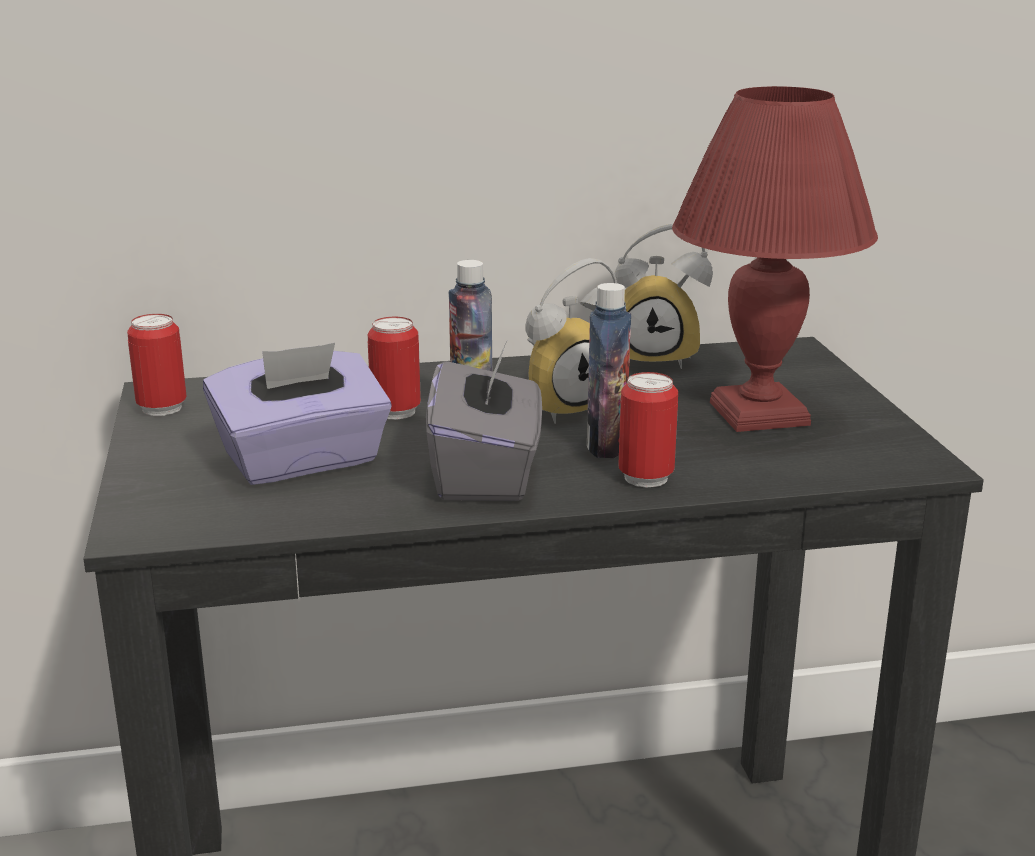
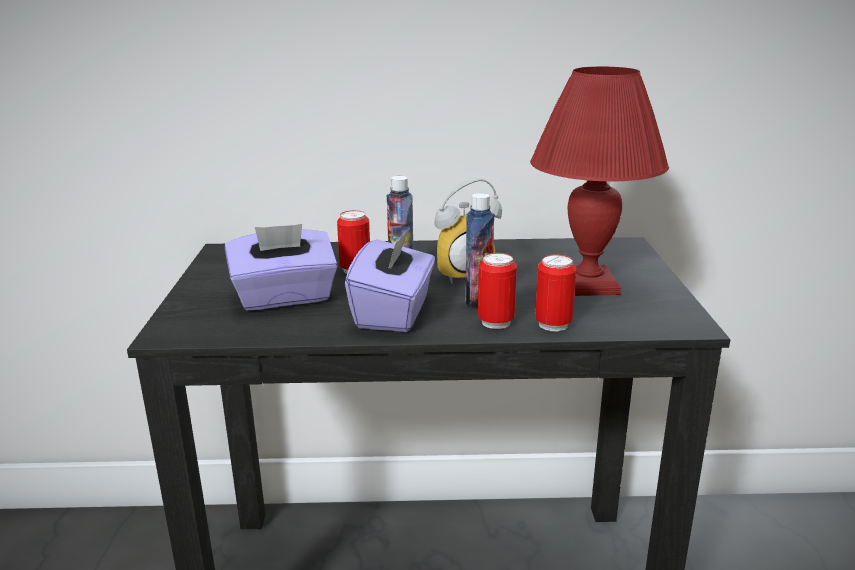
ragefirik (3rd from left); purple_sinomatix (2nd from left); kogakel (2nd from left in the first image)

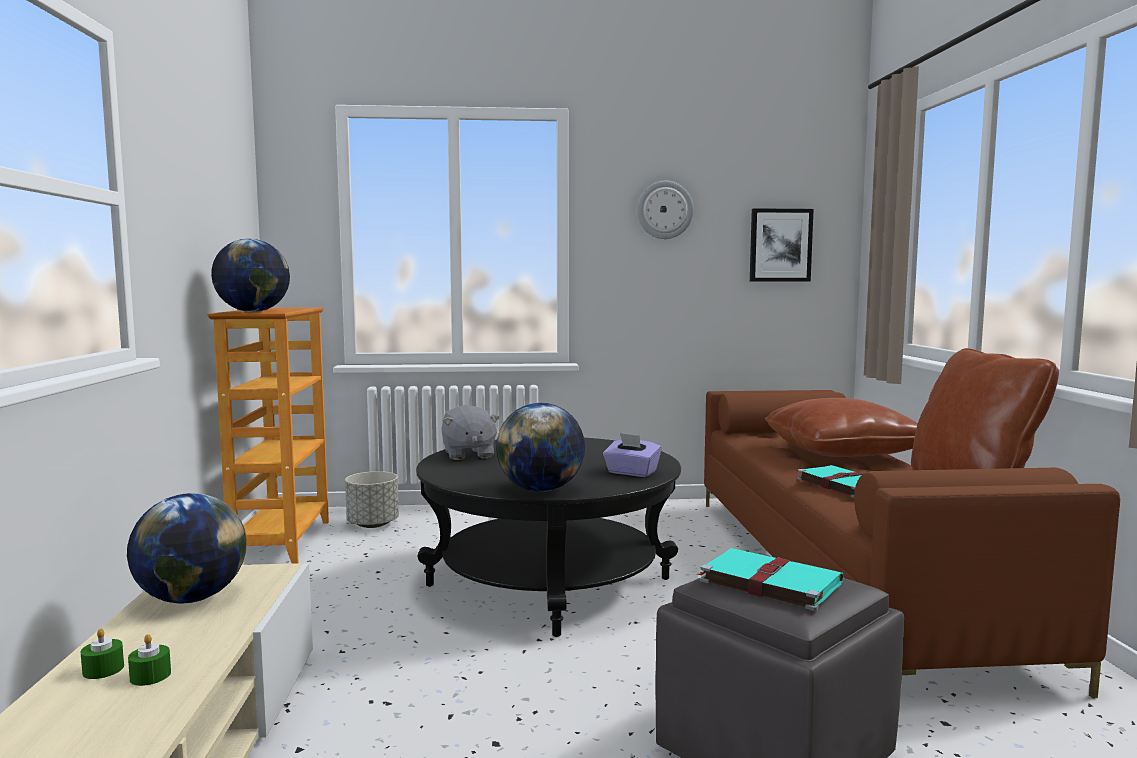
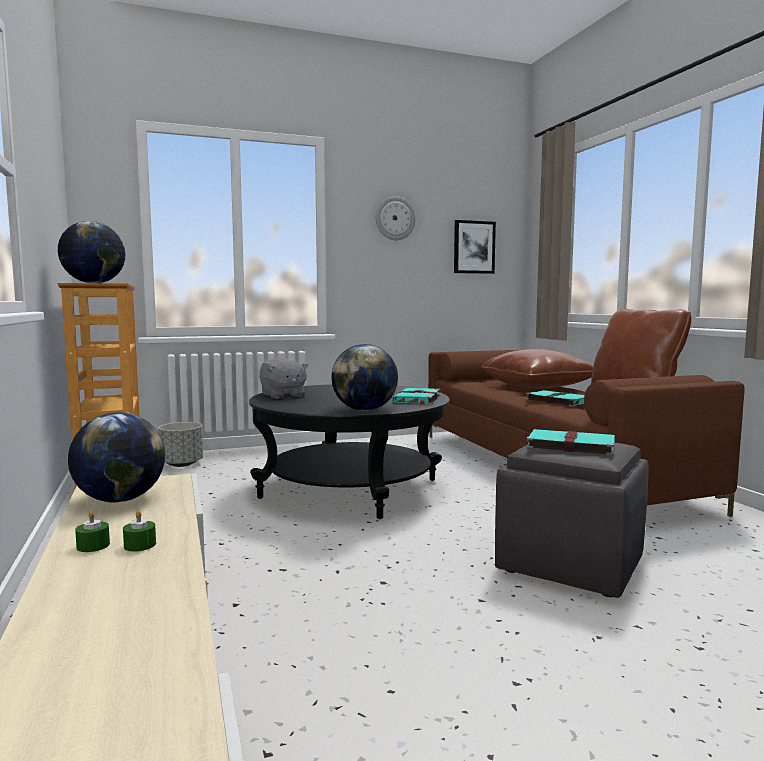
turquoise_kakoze (1st from left)

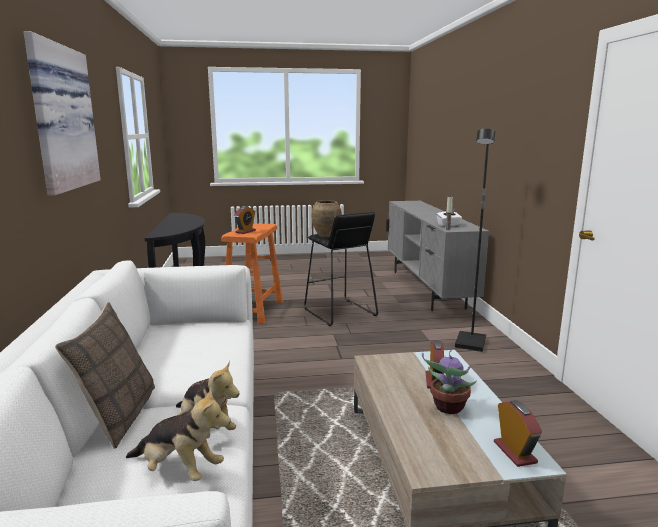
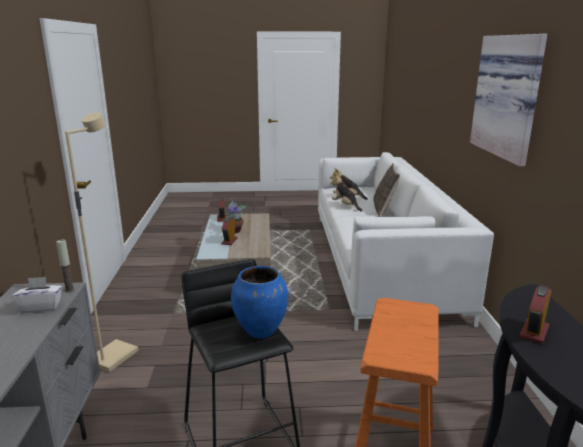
kogakel (3rd from left); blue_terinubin; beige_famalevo

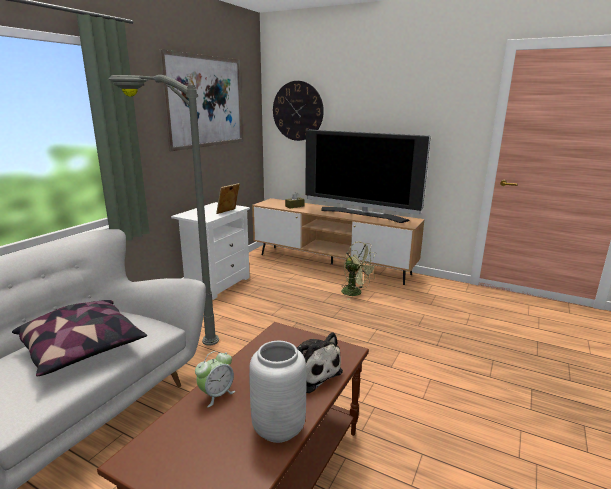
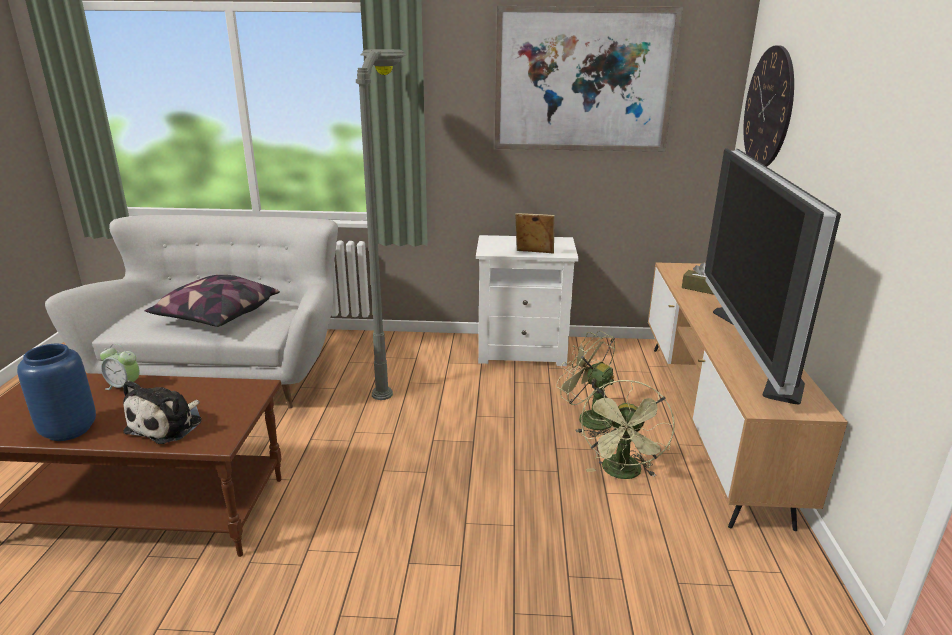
blue_terinubin; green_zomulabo (1st from left)

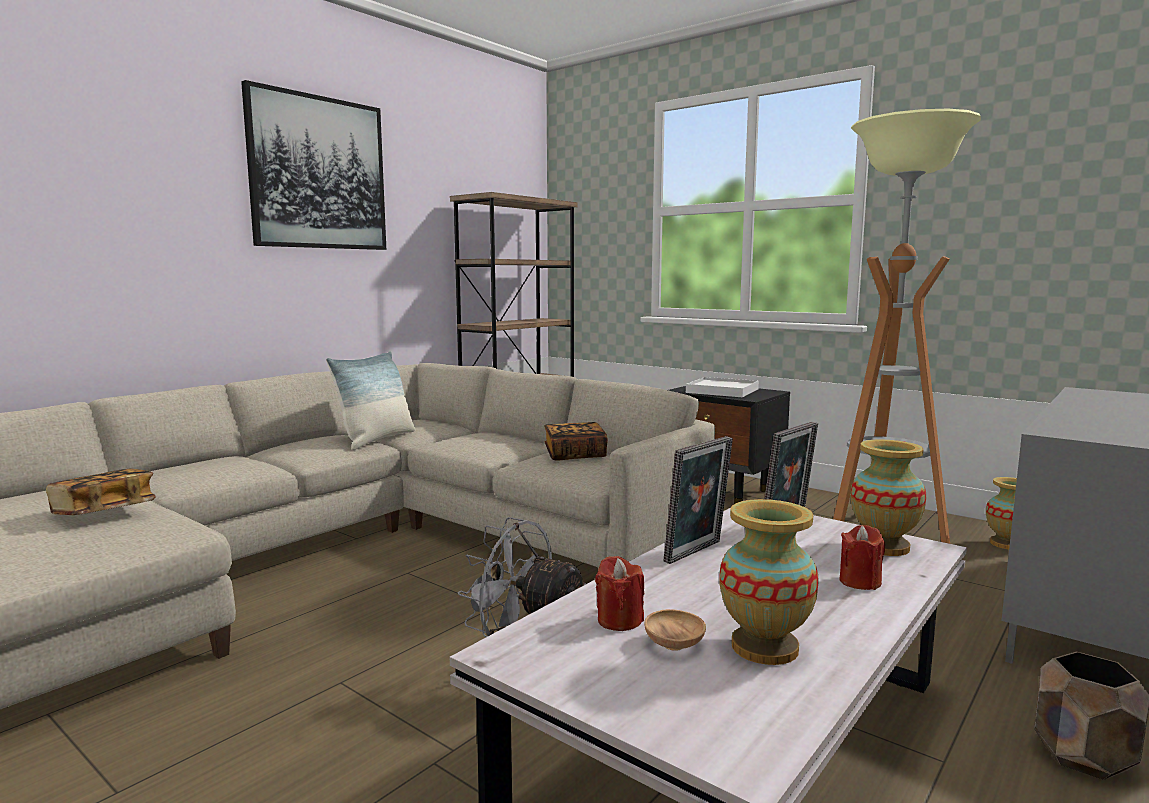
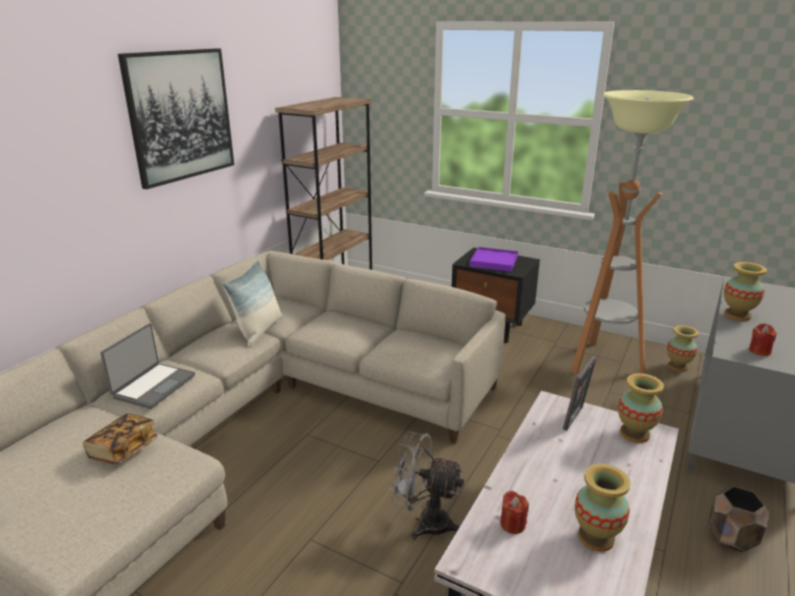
kakoze (2nd from left in the first image); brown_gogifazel; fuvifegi (1st from left in the first image); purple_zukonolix; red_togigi (2nd from left); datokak; terinubin (4th from left)

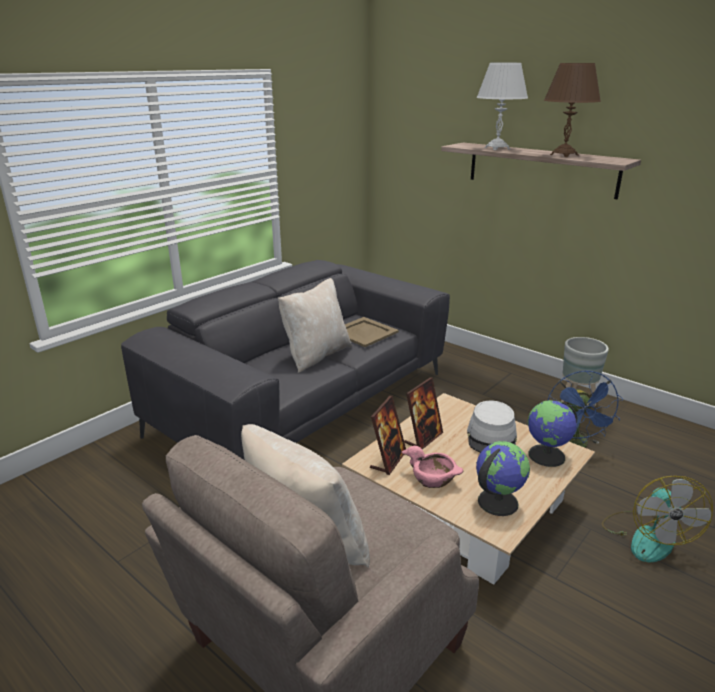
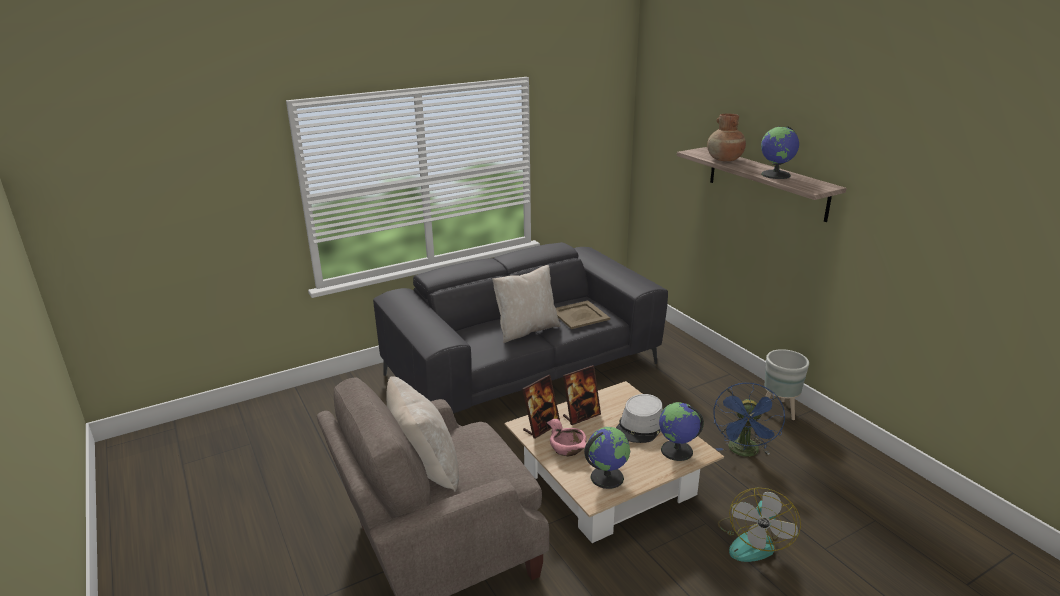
brown_terinubin; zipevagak (3rd from left)

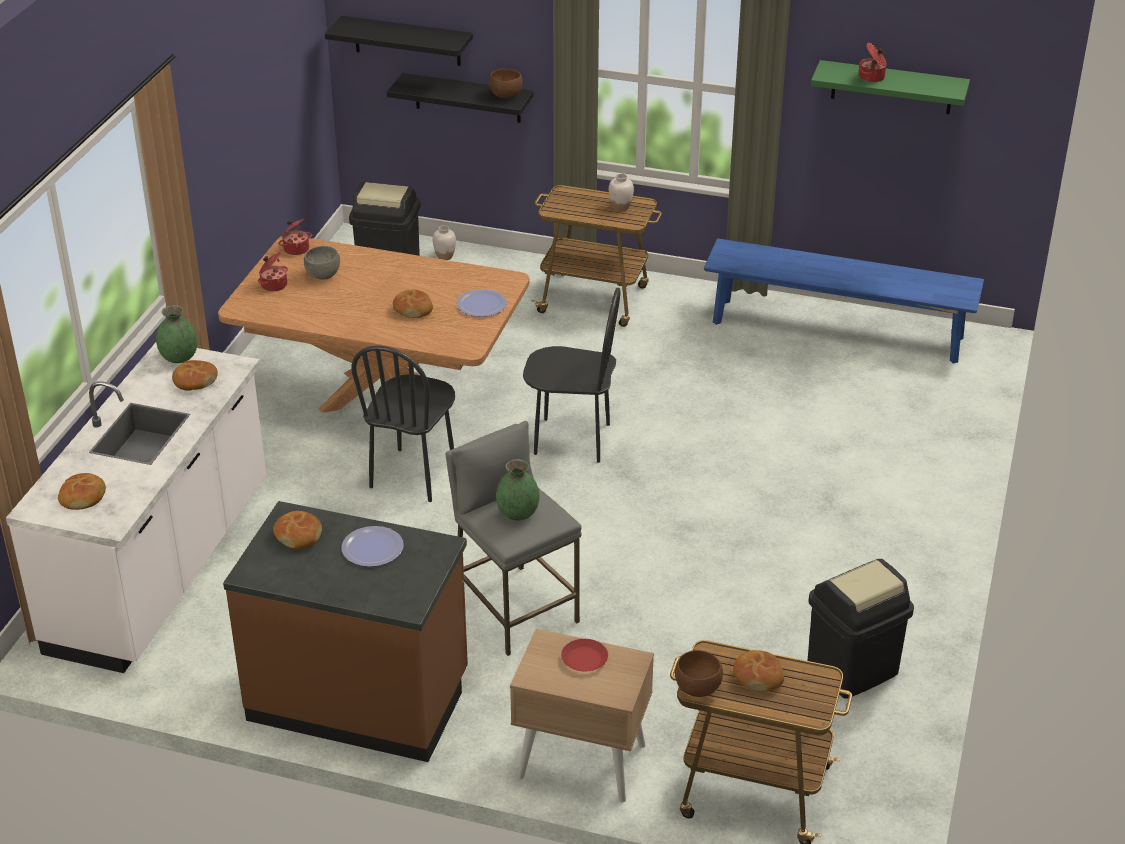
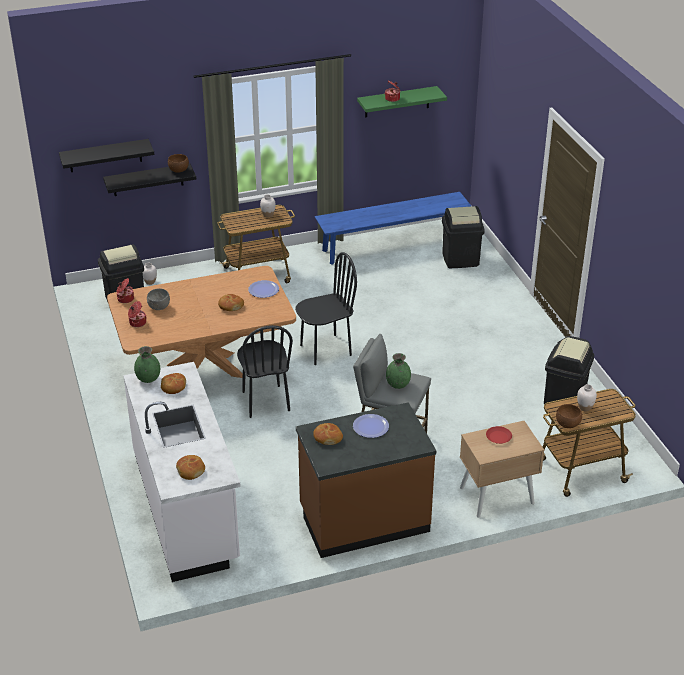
white_terinubin (3rd from left); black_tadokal (2nd from left)

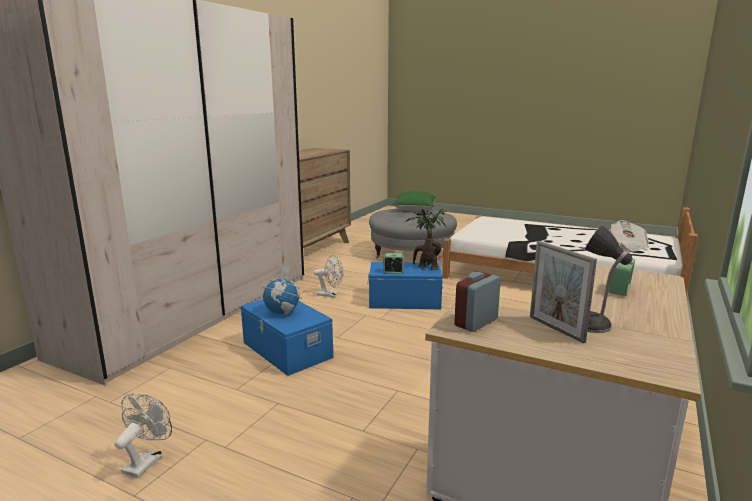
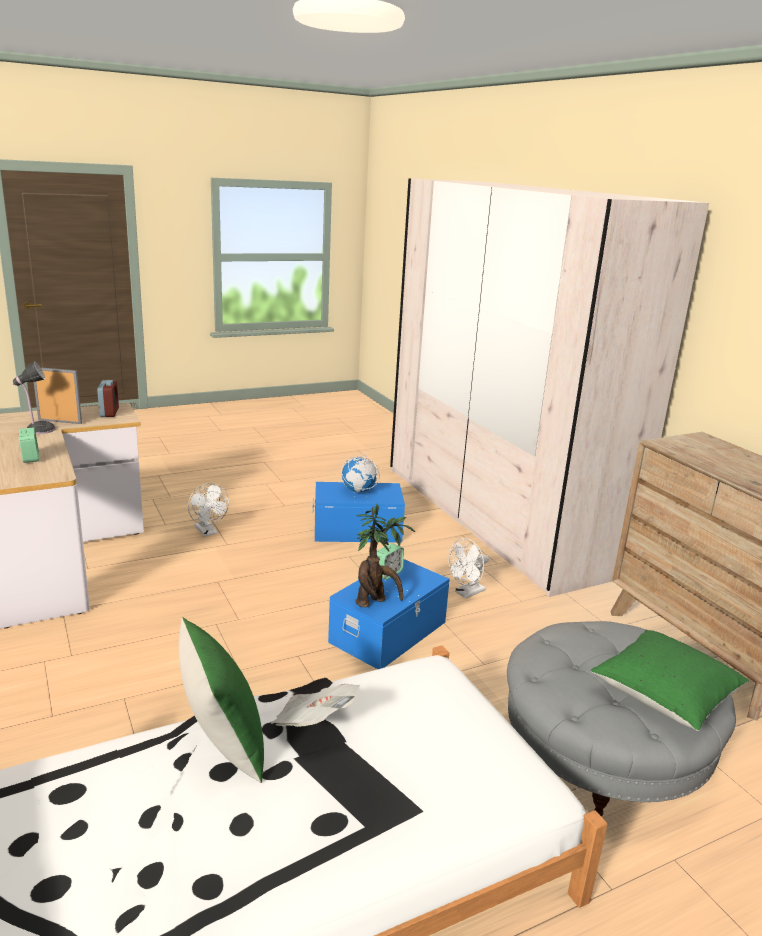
white_zomulabo (1st from left); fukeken; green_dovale (1st from left)

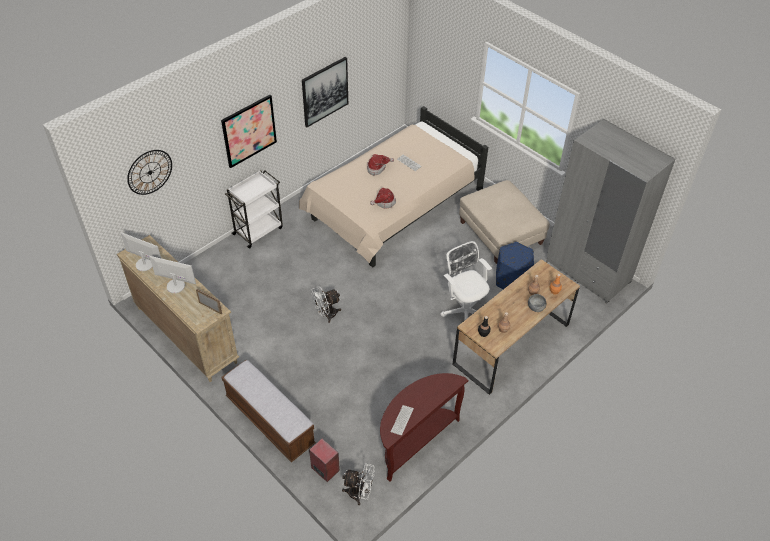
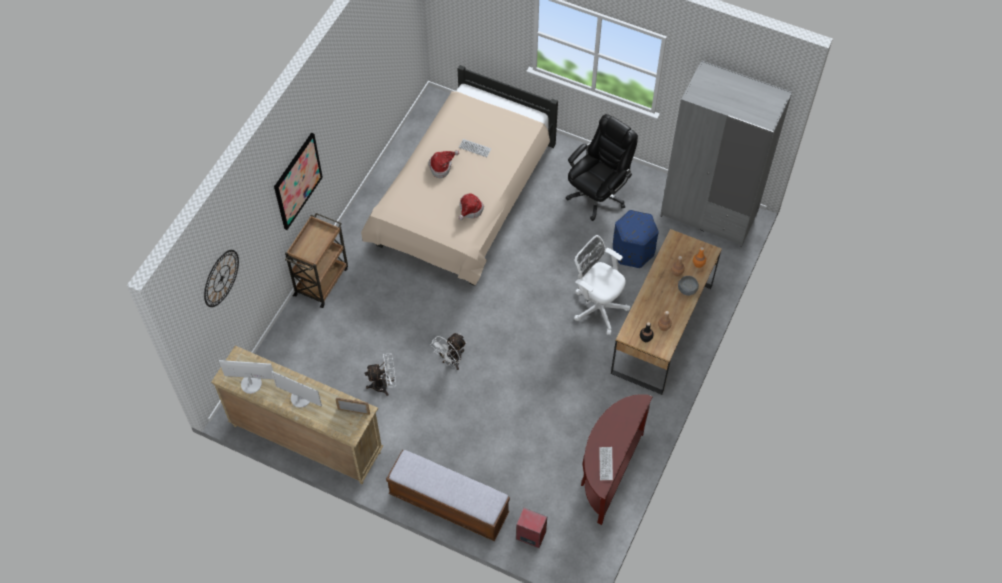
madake (2nd from left); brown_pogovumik; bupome (2nd from left in the first image); white_zomulabo (1st from left); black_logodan

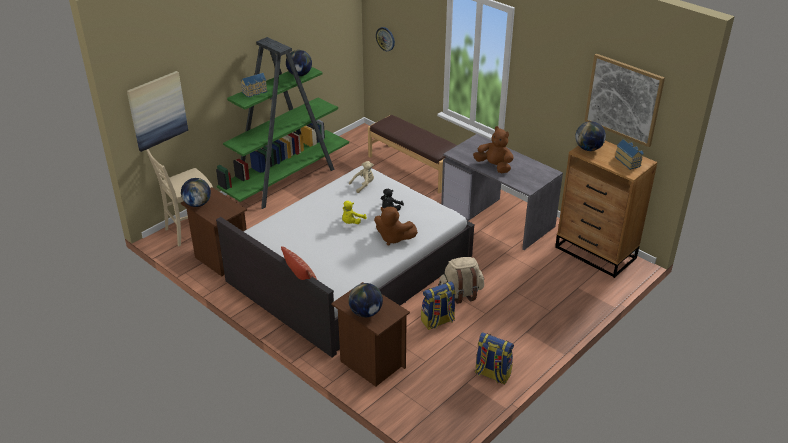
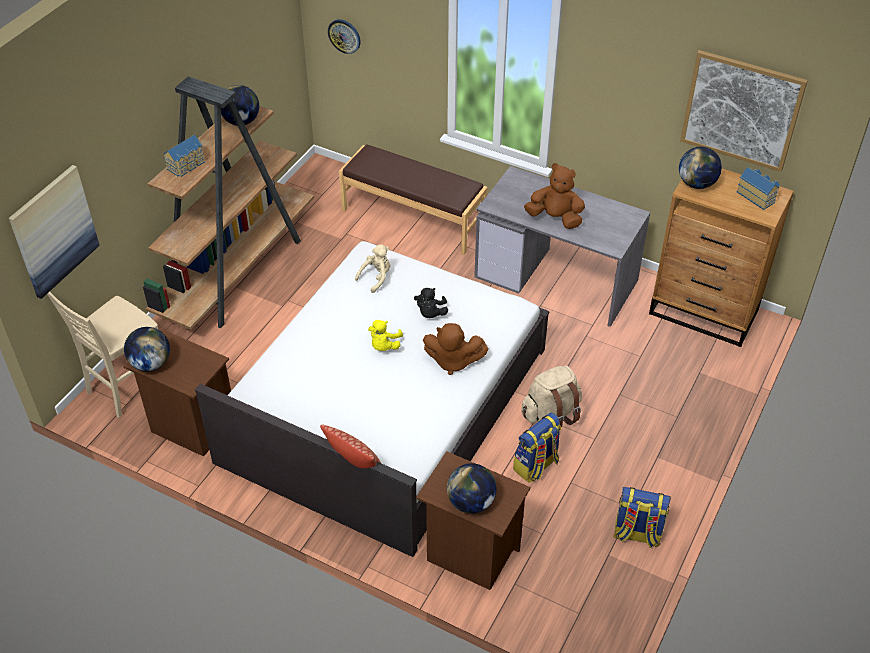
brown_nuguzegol

